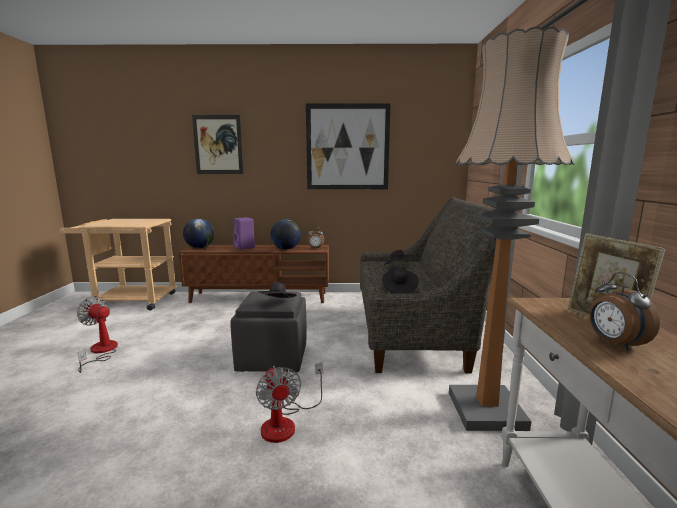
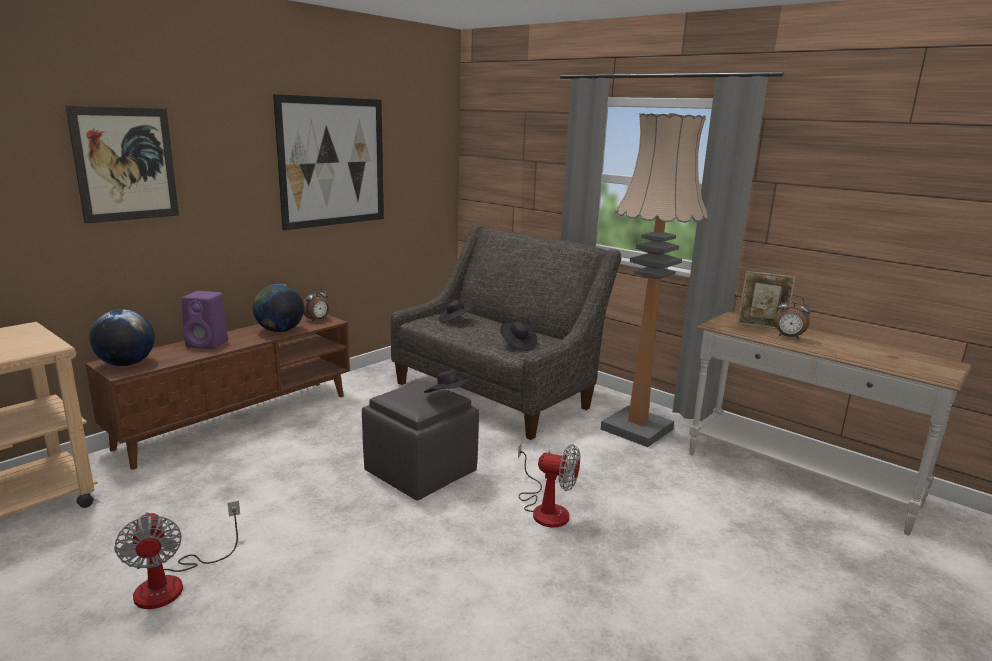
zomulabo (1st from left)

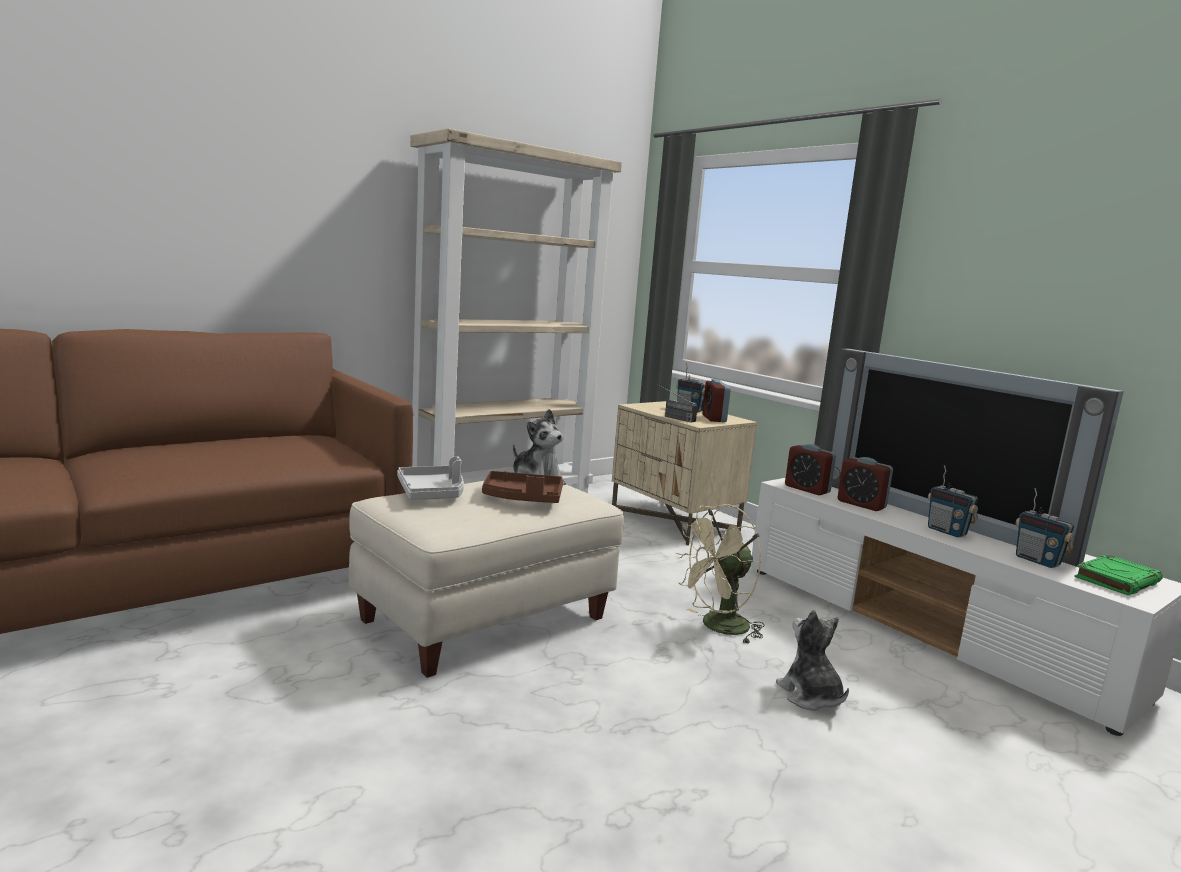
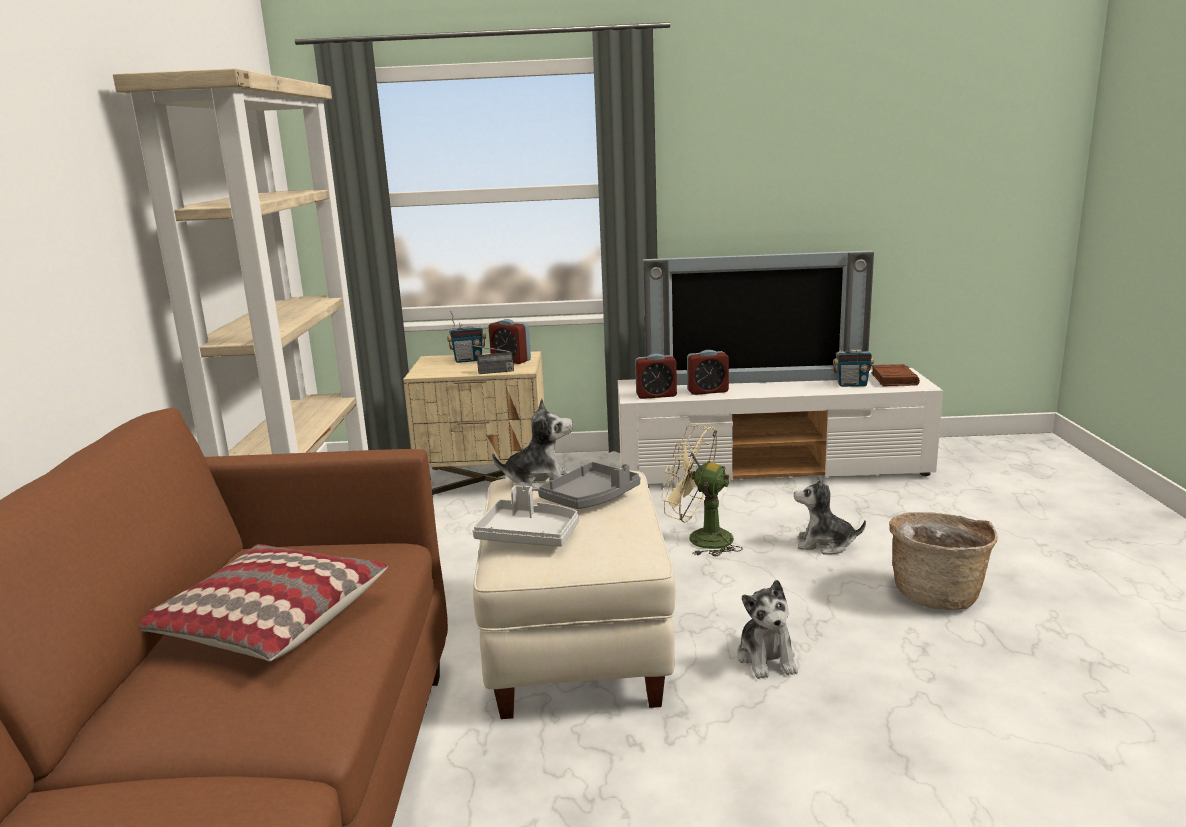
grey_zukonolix (2nd from left); beige_zomulabo; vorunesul (3rd from left in the first image); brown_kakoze; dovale; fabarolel (2nd from left); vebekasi

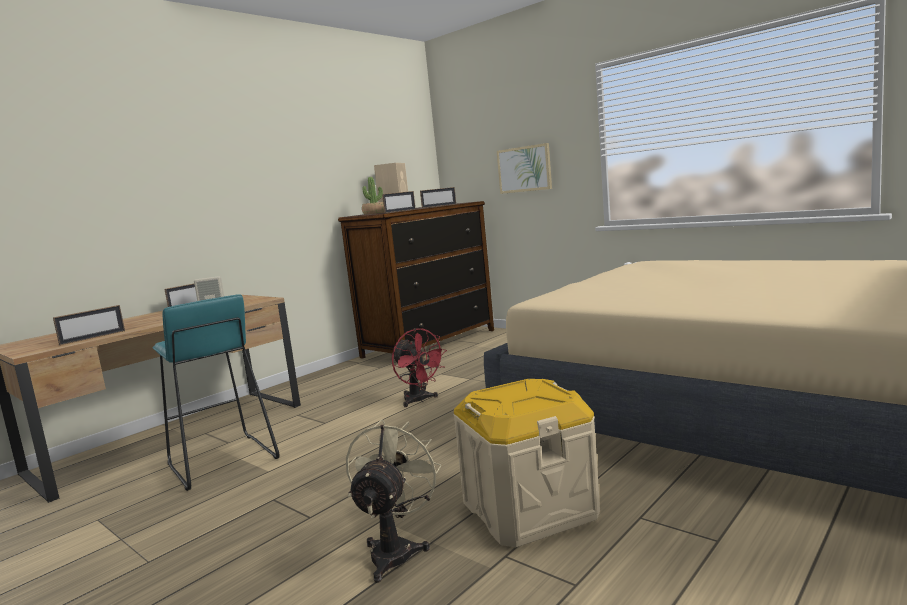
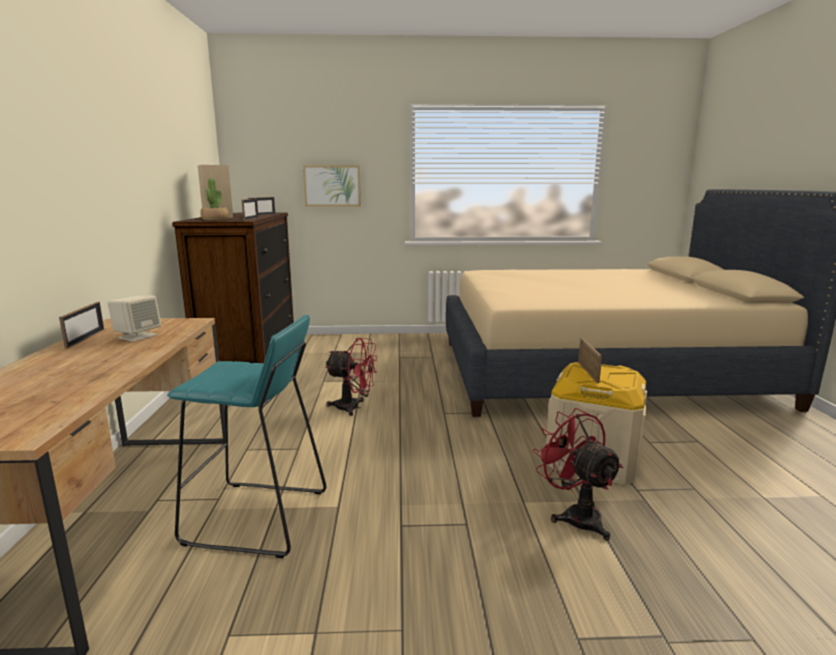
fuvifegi (4th from left); red_zomulabo (2nd from left)

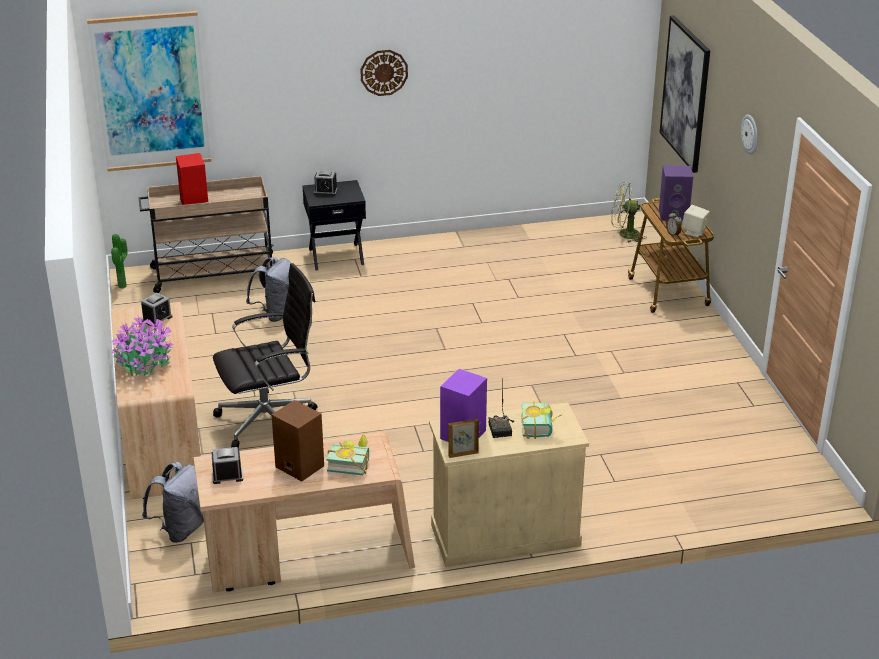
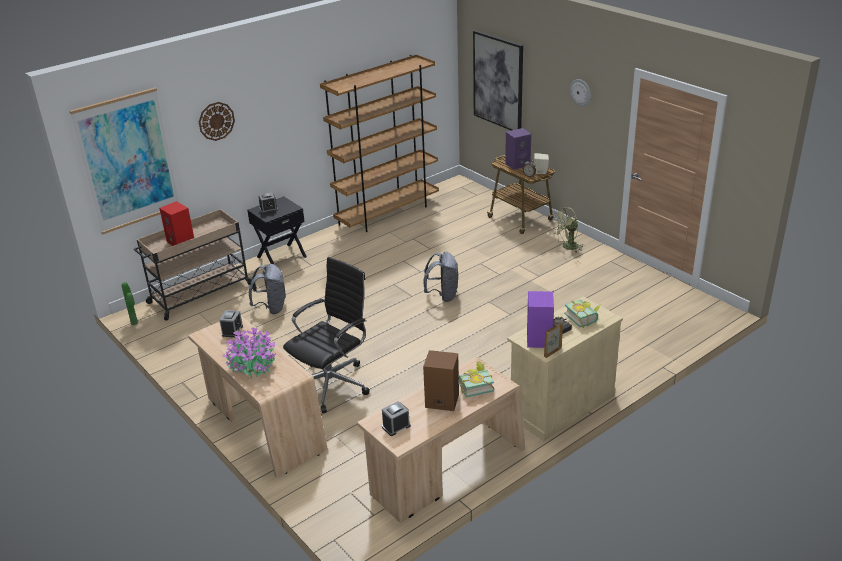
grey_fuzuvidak (2nd from left); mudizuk (1st from left); green_zomulabo; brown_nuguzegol

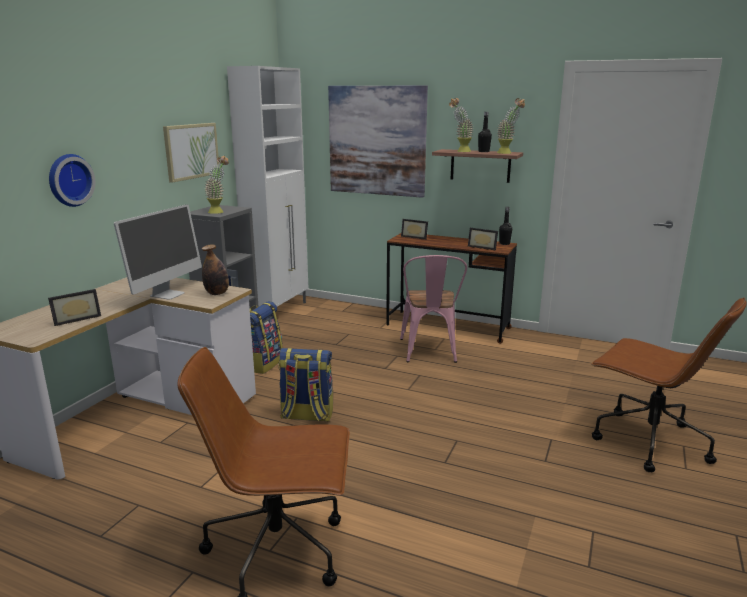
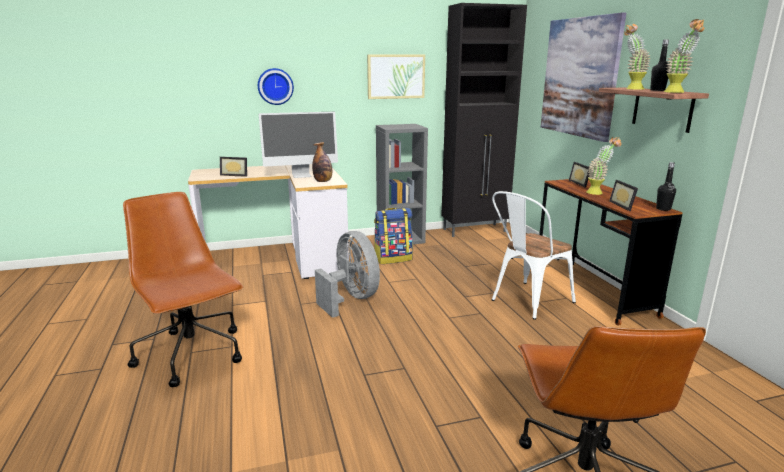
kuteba (1st from left); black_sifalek; grey_zomulabo; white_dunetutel

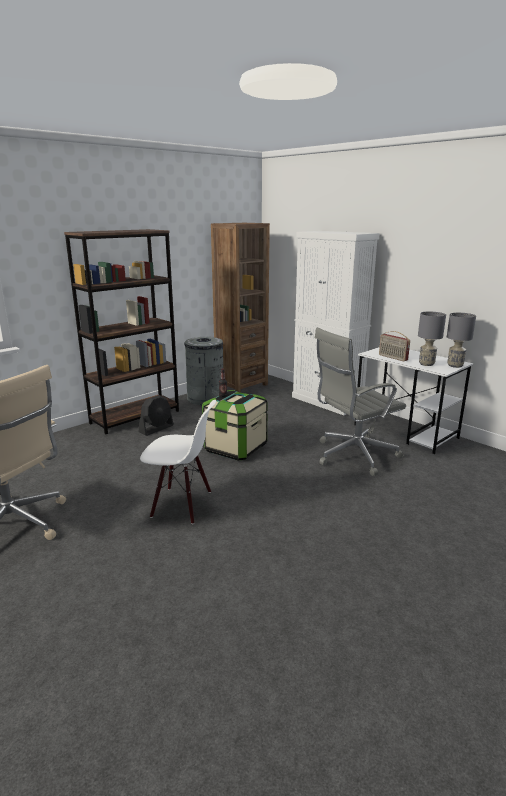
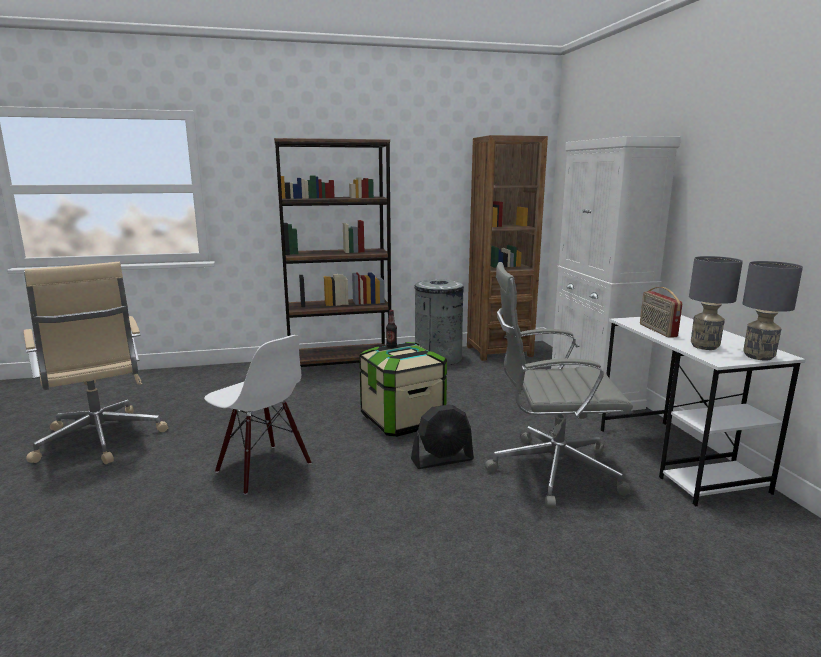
black_zomulabo

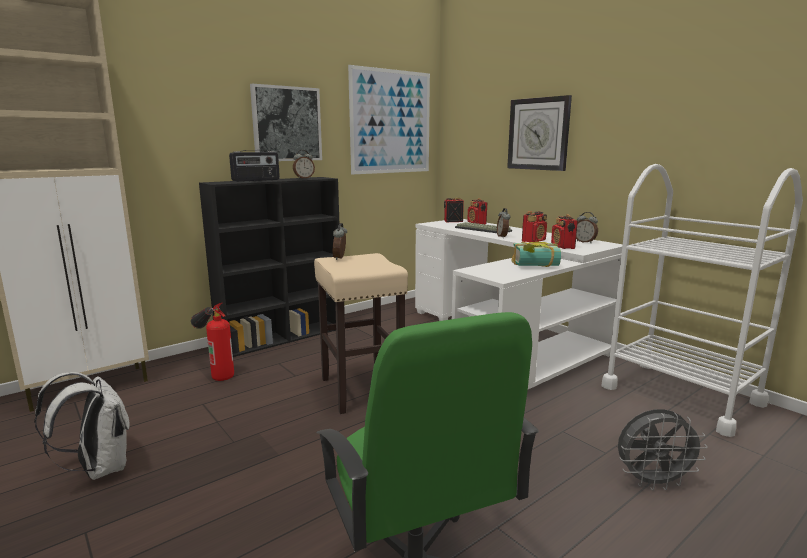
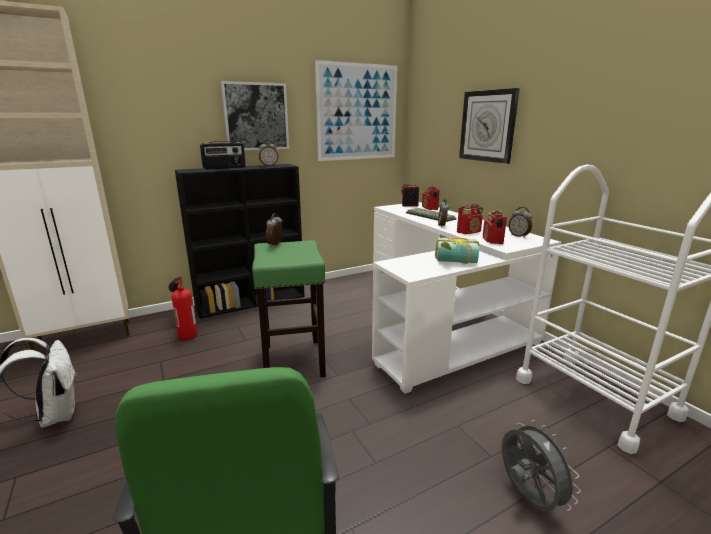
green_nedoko; grey_zomulabo

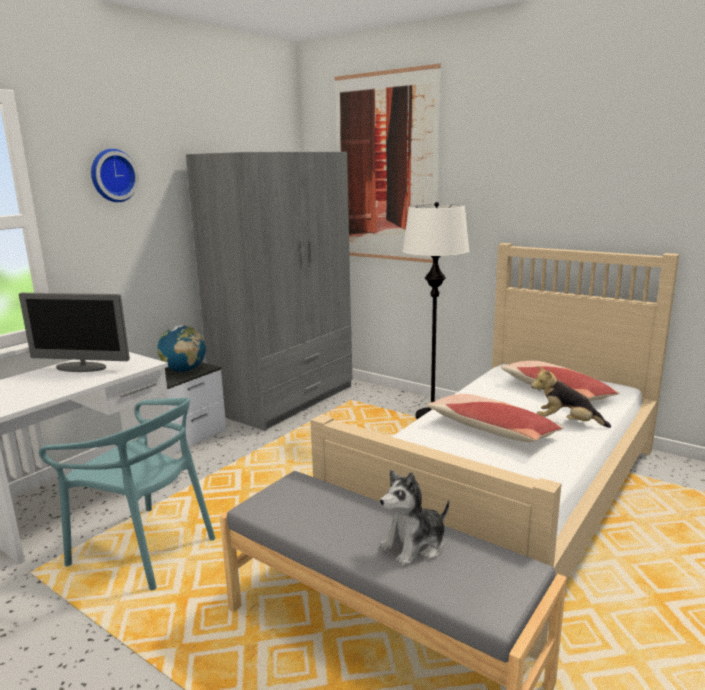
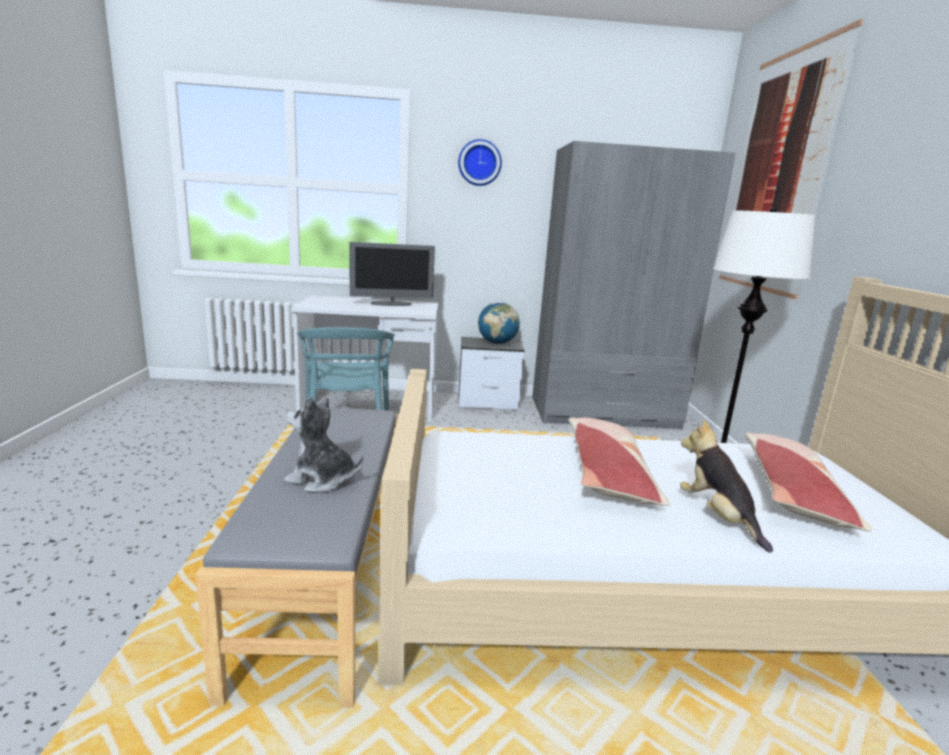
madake

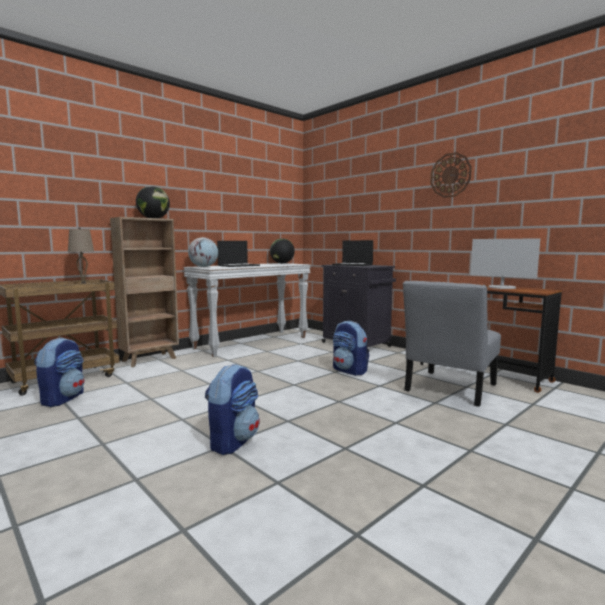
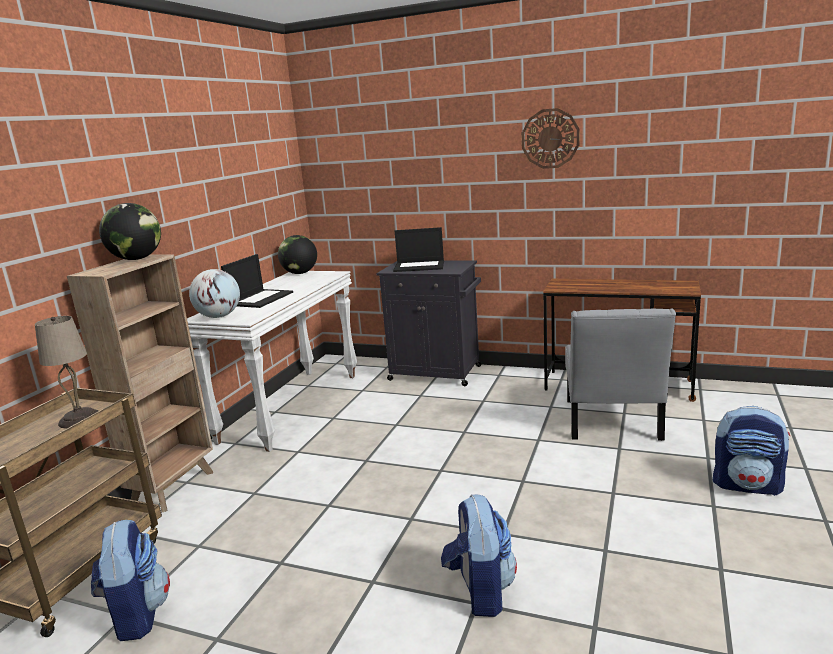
fuzuvidak (3rd from left); madake

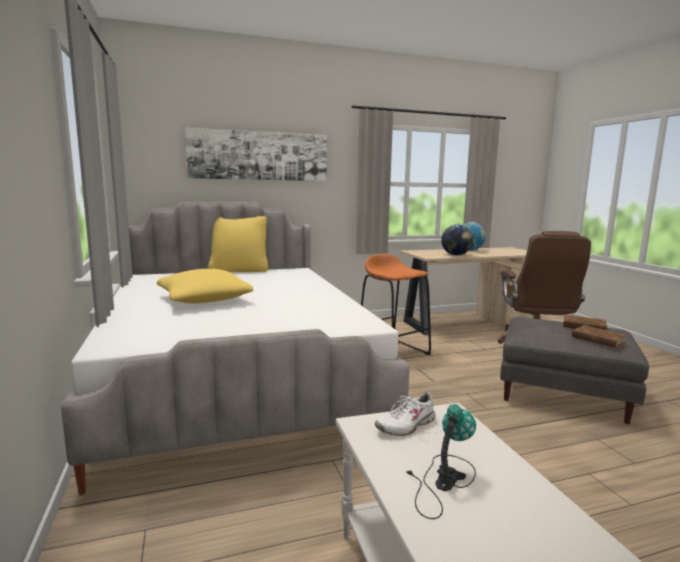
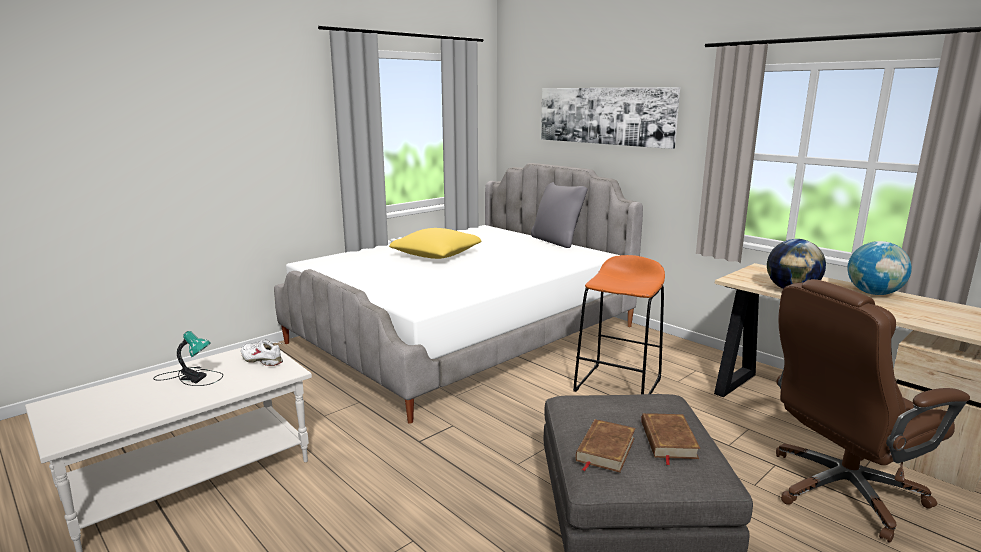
grey_dovale

